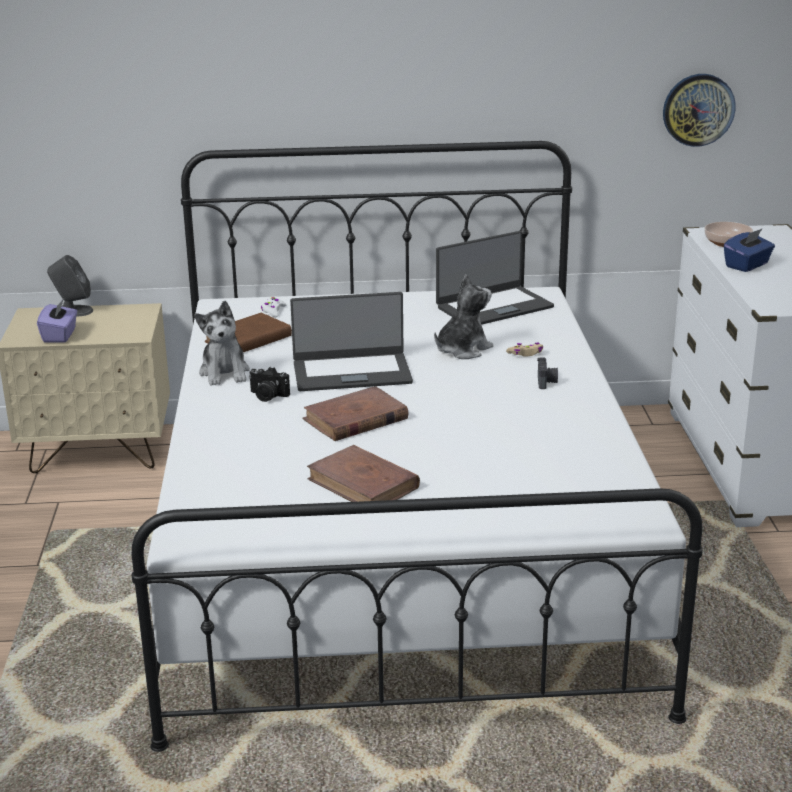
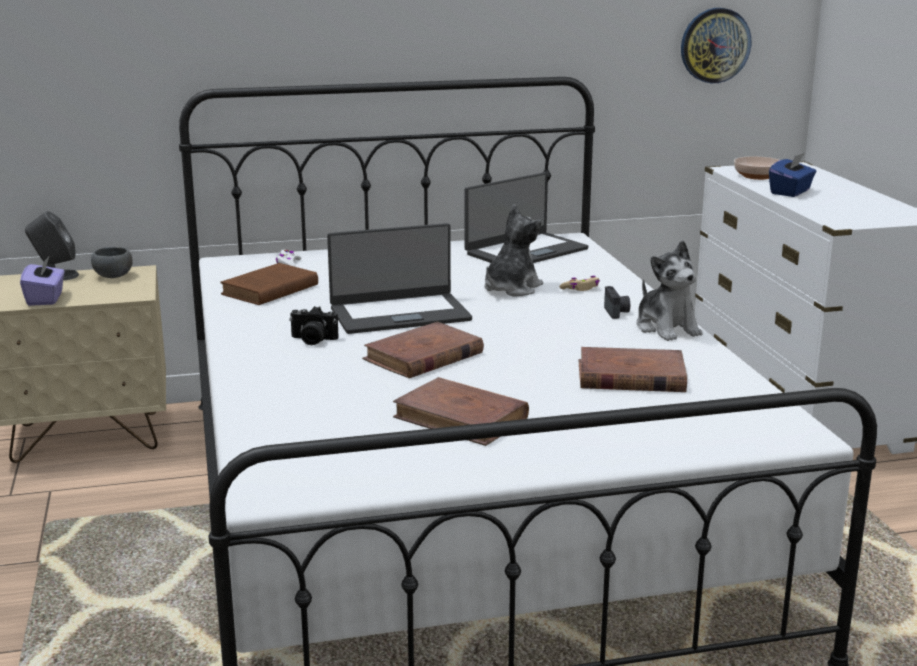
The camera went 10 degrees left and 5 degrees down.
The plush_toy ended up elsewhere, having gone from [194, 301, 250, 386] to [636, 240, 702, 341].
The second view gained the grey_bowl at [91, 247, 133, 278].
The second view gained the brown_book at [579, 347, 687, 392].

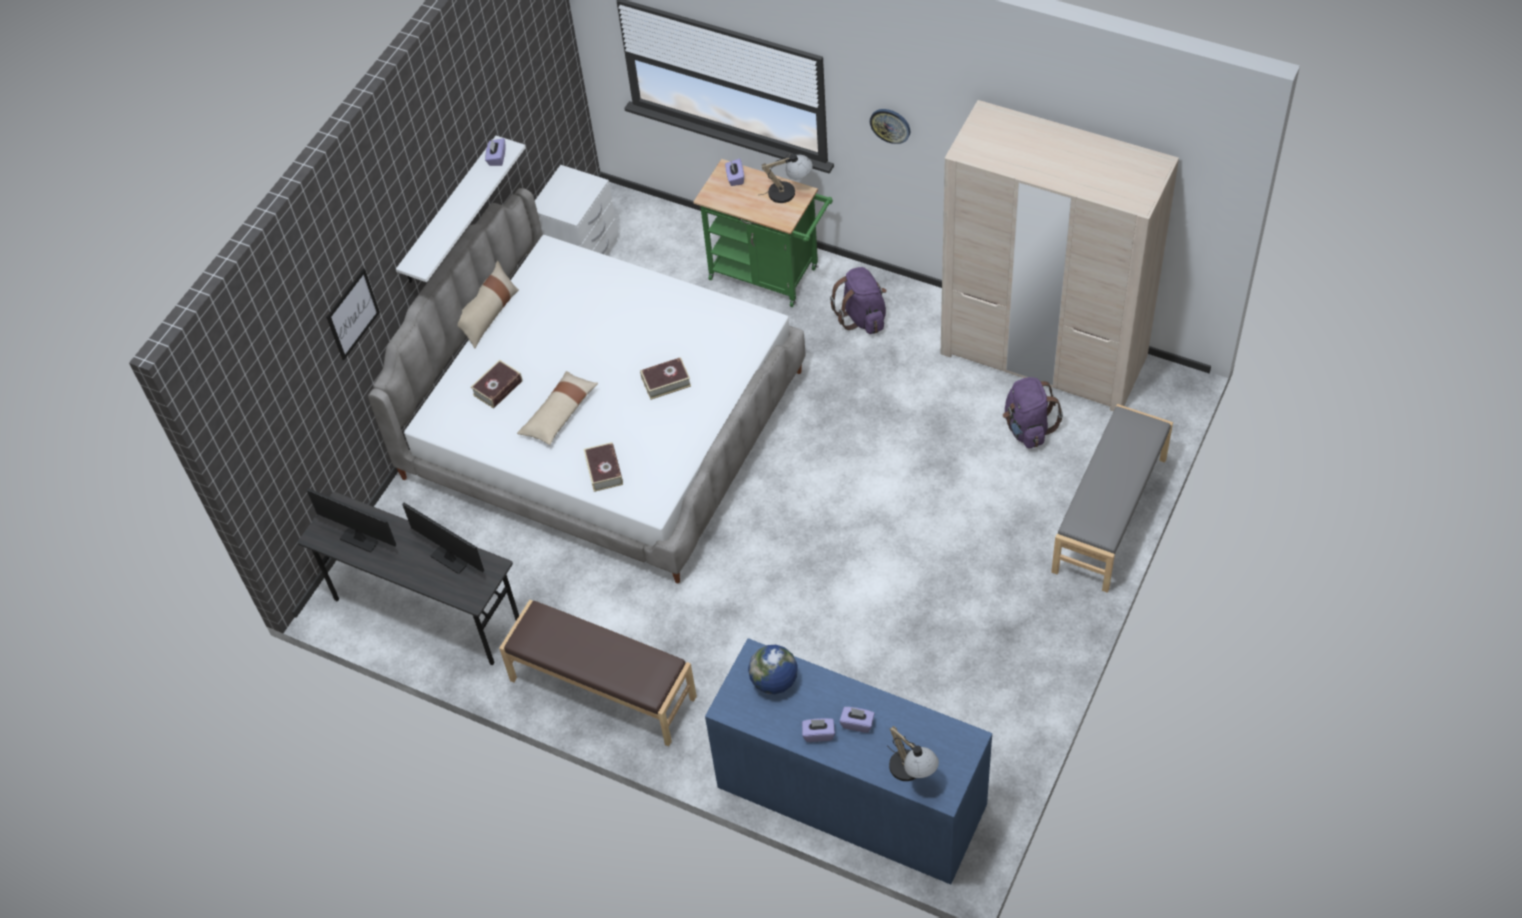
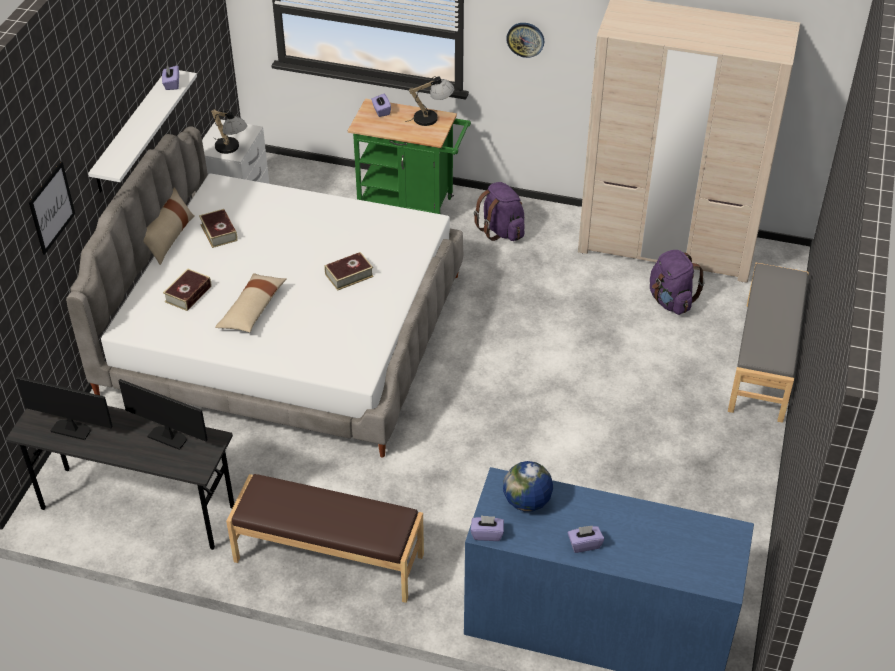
The camera went 15 degrees left and 10 degrees down.
The book ended up elsewhere, having gone from [583, 442, 623, 492] to [199, 209, 238, 248].
The purple_tissue_box ended up elsewhere, having gone from [839, 707, 875, 733] to [471, 515, 504, 541].
The table_lamp ended up elsewhere, having gone from [887, 726, 939, 781] to [211, 109, 247, 154].

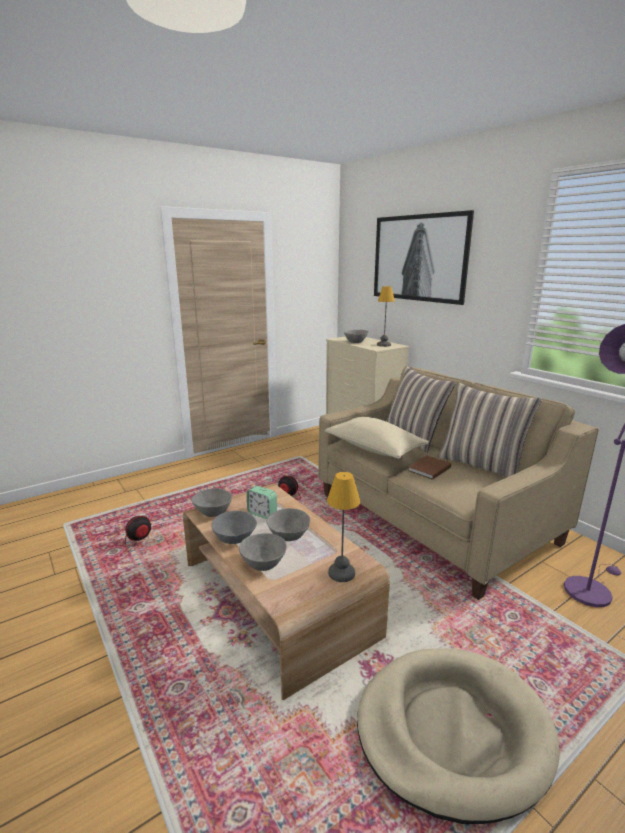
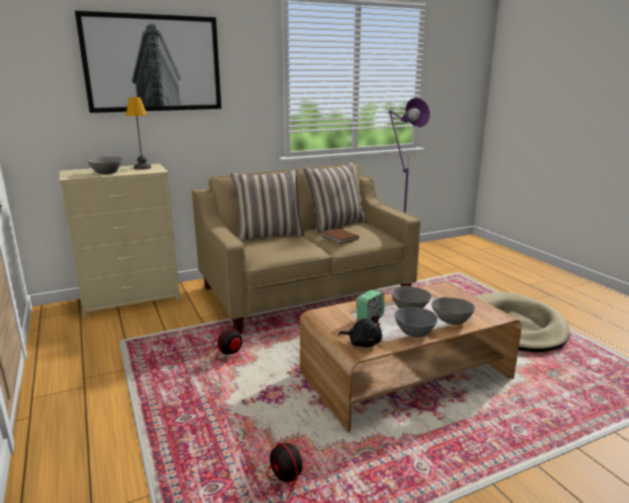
The camera went 80 degrees left and 0 degrees up.
Where the grey_bowl stood at [191, 488, 232, 517], the black_plush_toy came to stand at [339, 316, 382, 347].
The second view lost the beige_pillow at [325, 417, 429, 459].
The second view lost the table_lamp at [327, 472, 360, 582].

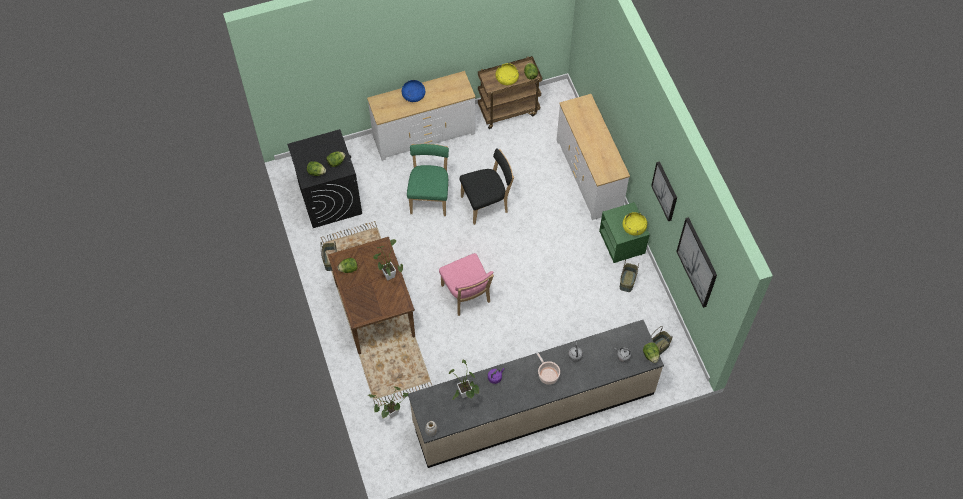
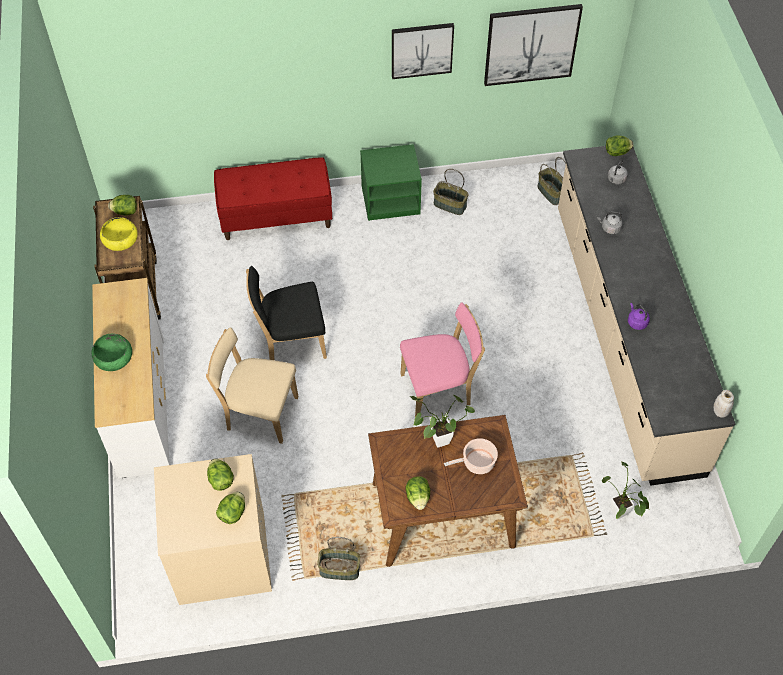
The camera went 80 degrees left and 5 degrees down.
What was the black_washing_machine at [287, 129, 362, 228] turned into the beige_washing_machine at [154, 454, 272, 605].
What was the blue_bowl at [402, 80, 425, 102] turned into the green_bowl at [92, 334, 132, 371].
What was the green_chair at [407, 144, 449, 216] turned into the beige_chair at [206, 327, 298, 444].
The second view lost the potted_plant at [449, 360, 479, 400].
The black_chair at [460, 148, 514, 225] ended up facing another way, 90 degrees counterclockwise from before.
The cooking_pot ended up elsewhere, having gone from [536, 351, 560, 385] to [444, 438, 498, 474].
Where the white_dresser stood at [557, 94, 630, 220], the red_bench came to stand at [214, 157, 332, 240].
The second view lost the yellow_bowl at [623, 212, 647, 236].

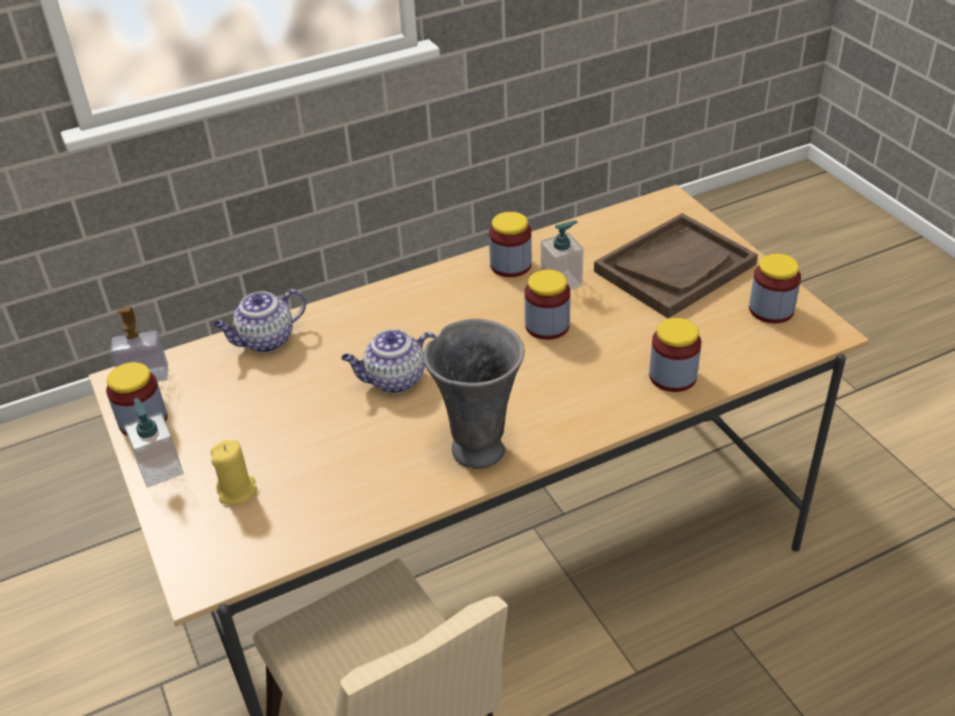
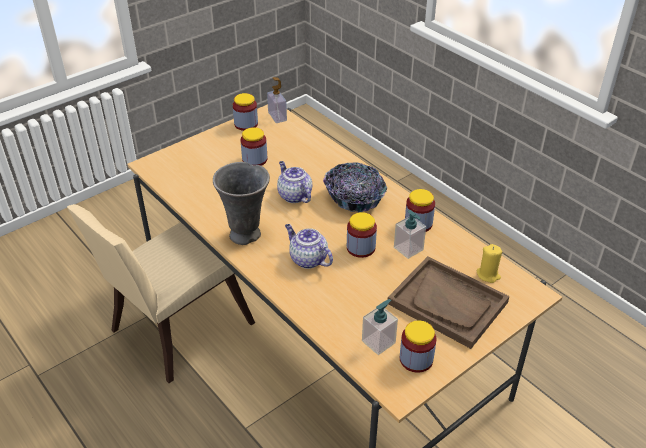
The camera went 75 degrees right and 0 degrees up.
The soap_dispenser ended up elsewhere, having gone from [124, 398, 183, 488] to [362, 299, 398, 355].
The yellow_candle ended up elsewhere, having gone from [211, 440, 258, 505] to [477, 244, 502, 283].
The teapot ended up elsewhere, having gone from [213, 289, 306, 353] to [285, 224, 333, 269].
The jar ended up elsewhere, having gone from [649, 318, 701, 392] to [241, 127, 267, 166].
The second view gained the bowl at [323, 162, 387, 212].

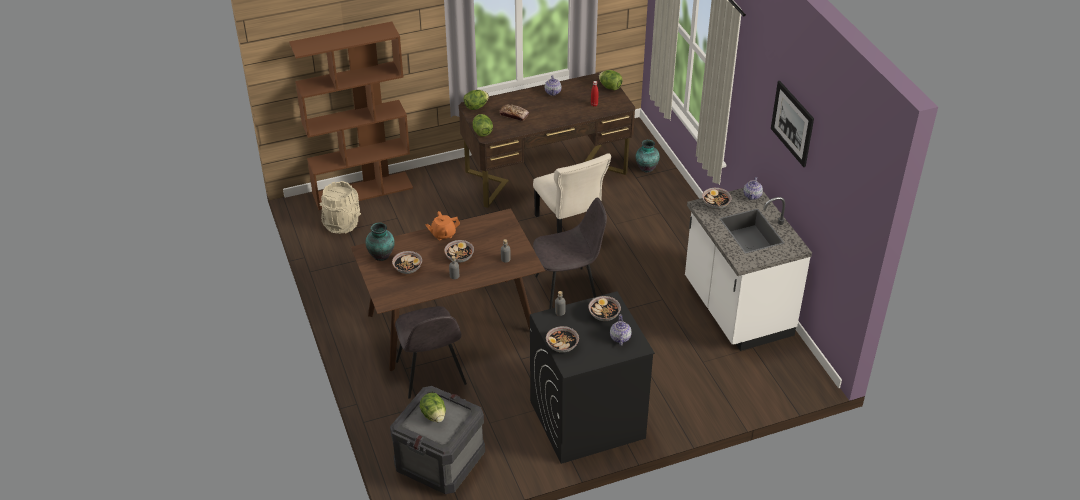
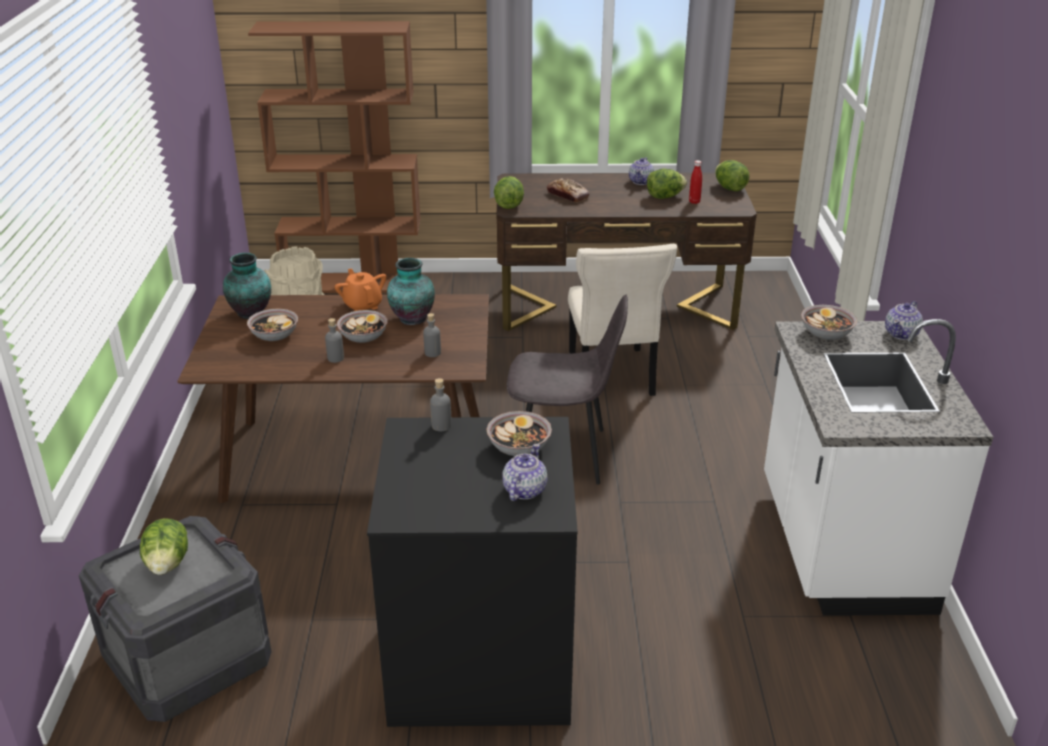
The camera went 20 degrees right and 10 degrees down.
The second view lost the grey_chair at [395, 306, 467, 399].
The orange_teapot at [425, 211, 460, 240] ended up facing another way, 60 degrees clockwise from before.
The lettuce ended up elsewhere, having gone from [464, 90, 489, 110] to [647, 169, 687, 199].
The second view lost the bowl at [546, 326, 579, 353].
The vase ended up elsewhere, having gone from [636, 140, 660, 173] to [387, 258, 435, 325].
The second view lost the picture at [771, 81, 814, 167].

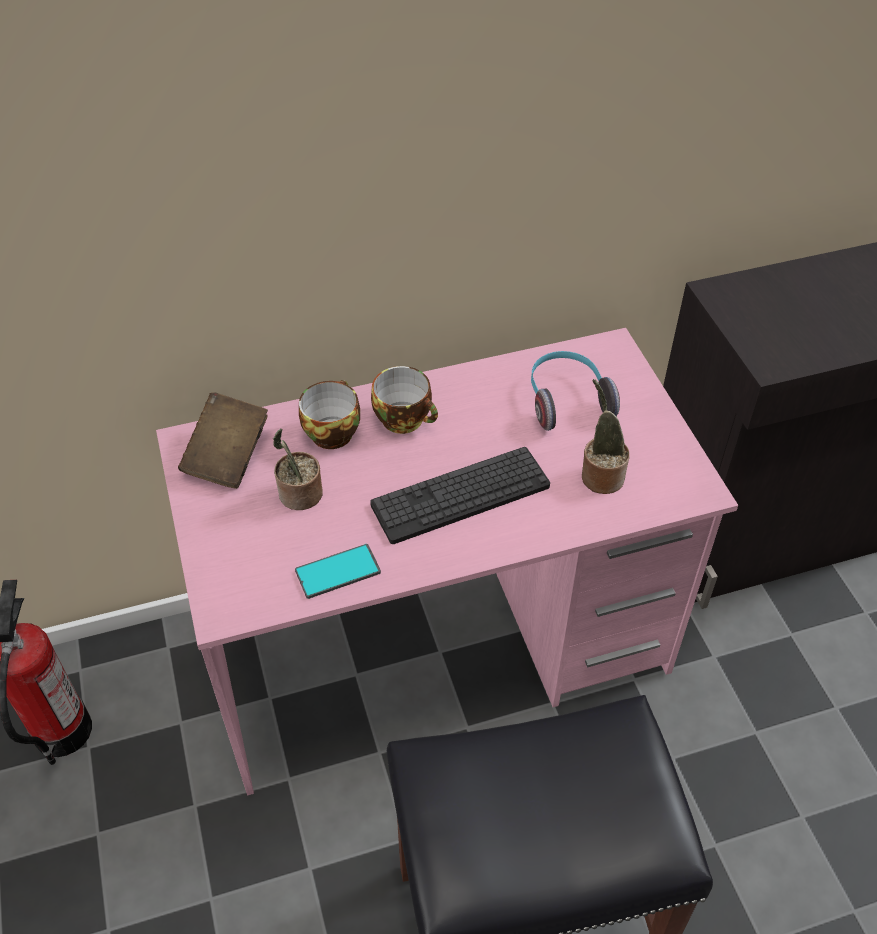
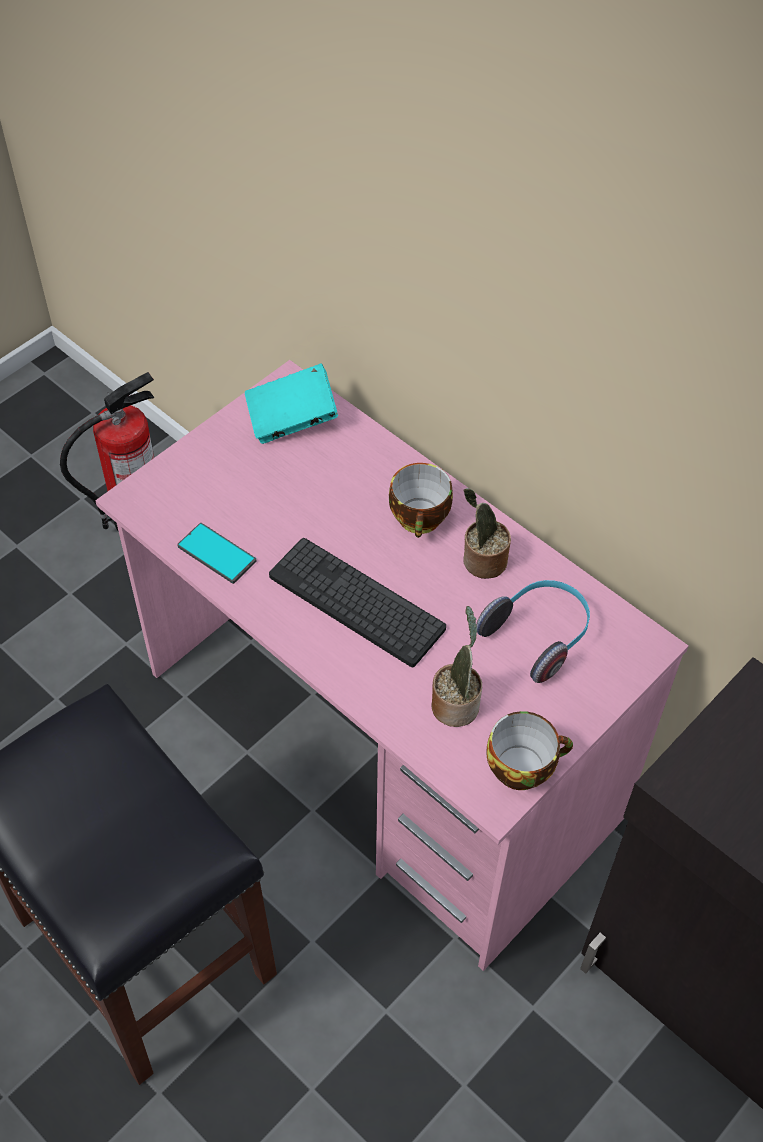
The camera went 60 degrees right and 5 degrees up.
What was the brown_book at [178, 392, 268, 489] turned into the turquoise_book at [245, 363, 338, 444].
The potted_plant ended up elsewhere, having gone from [273, 429, 323, 510] to [463, 488, 511, 579].
The cup ended up elsewhere, having gone from [299, 380, 360, 449] to [487, 711, 573, 790].

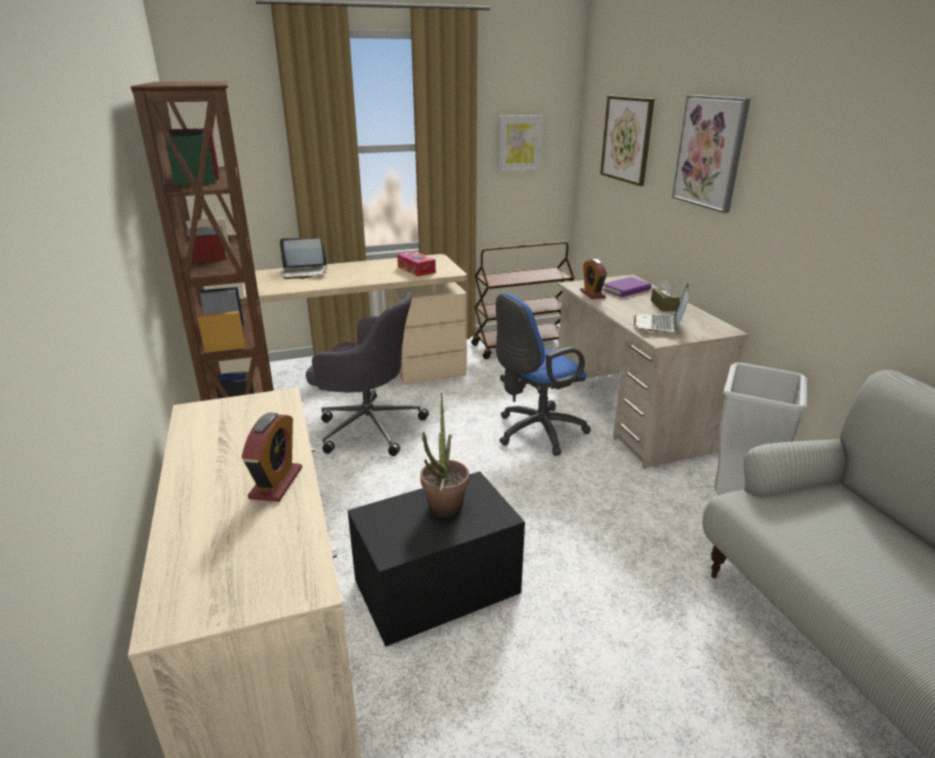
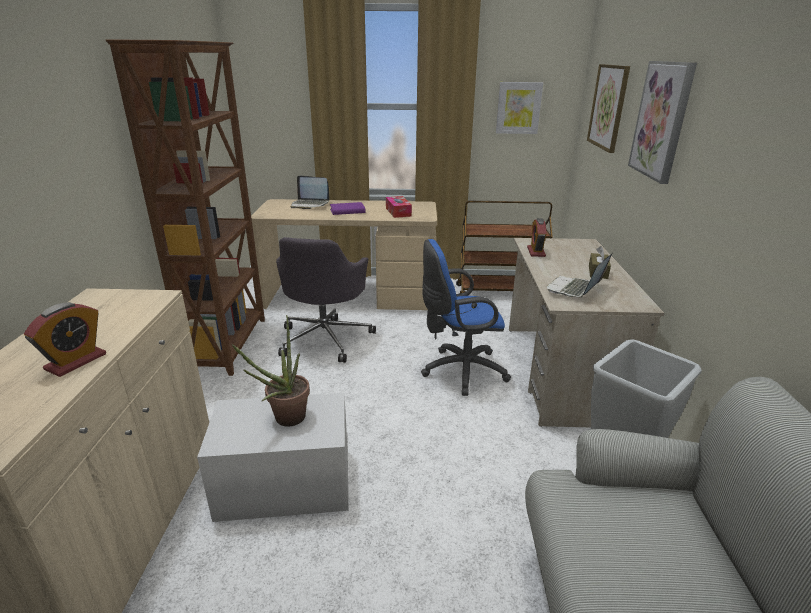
The camera went 20 degrees right and 0 degrees up.
The grey_office_chair at [306, 292, 429, 456] ended up facing another way, 60 degrees clockwise from before.
What was the black_storage_box at [348, 471, 525, 647] turned into the white_storage_box at [197, 393, 349, 522].
The purple_book ended up elsewhere, having gone from [602, 277, 651, 297] to [330, 202, 366, 215].

